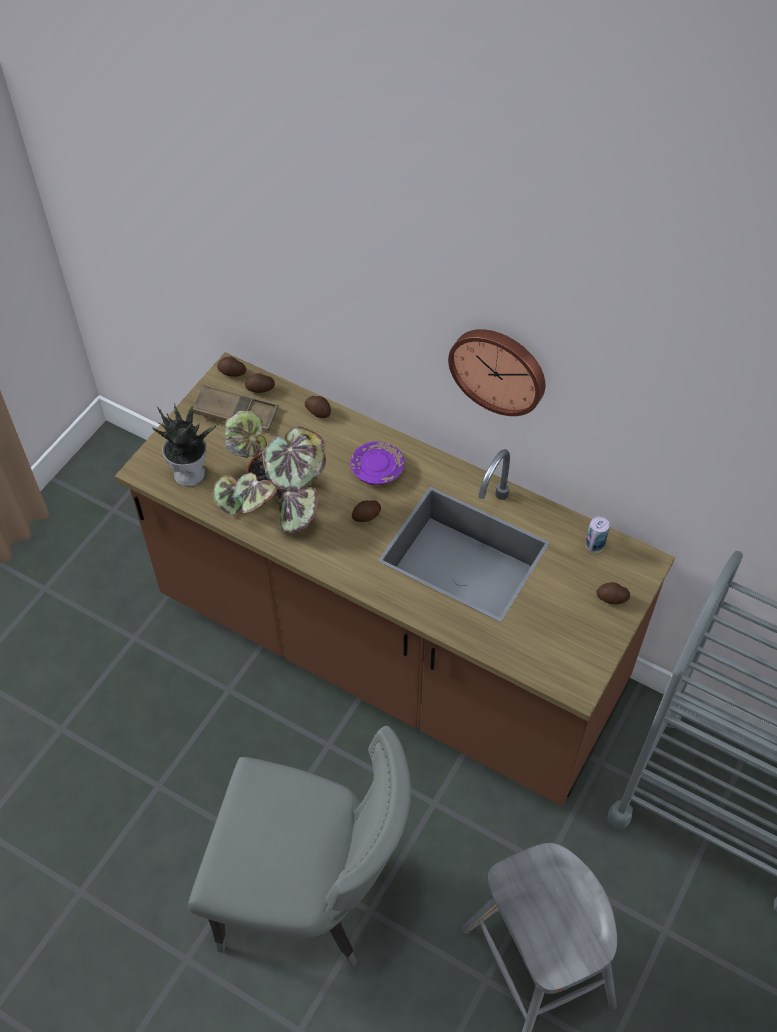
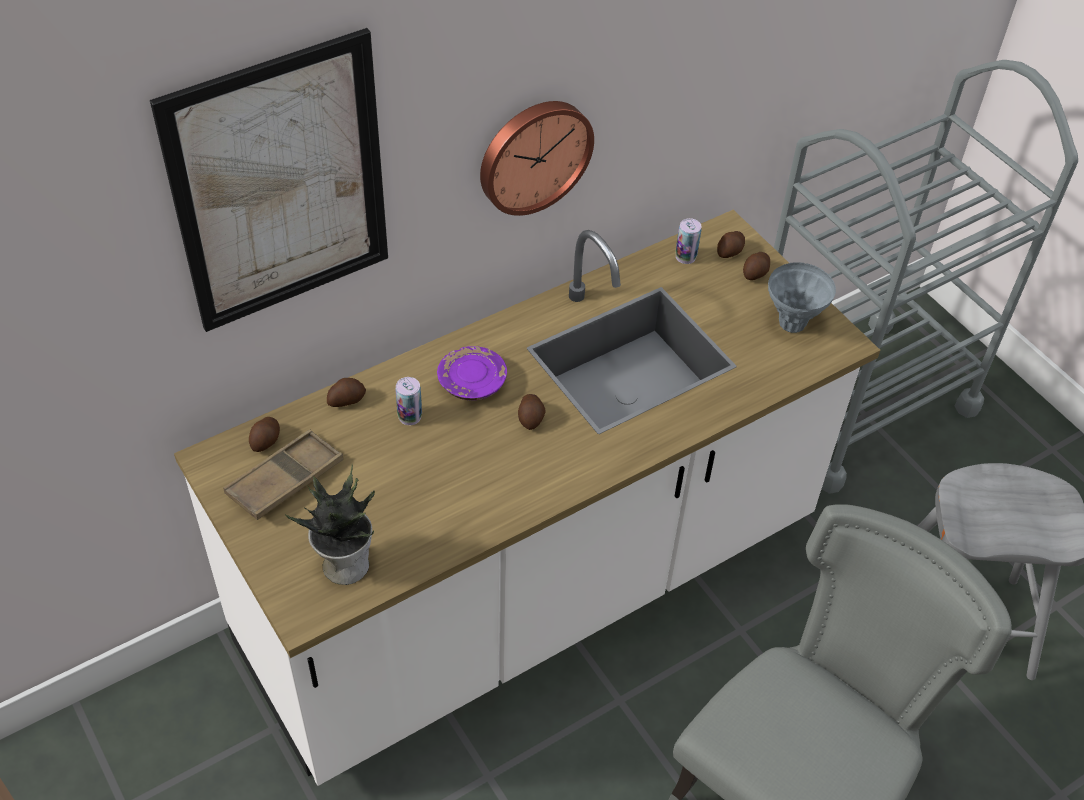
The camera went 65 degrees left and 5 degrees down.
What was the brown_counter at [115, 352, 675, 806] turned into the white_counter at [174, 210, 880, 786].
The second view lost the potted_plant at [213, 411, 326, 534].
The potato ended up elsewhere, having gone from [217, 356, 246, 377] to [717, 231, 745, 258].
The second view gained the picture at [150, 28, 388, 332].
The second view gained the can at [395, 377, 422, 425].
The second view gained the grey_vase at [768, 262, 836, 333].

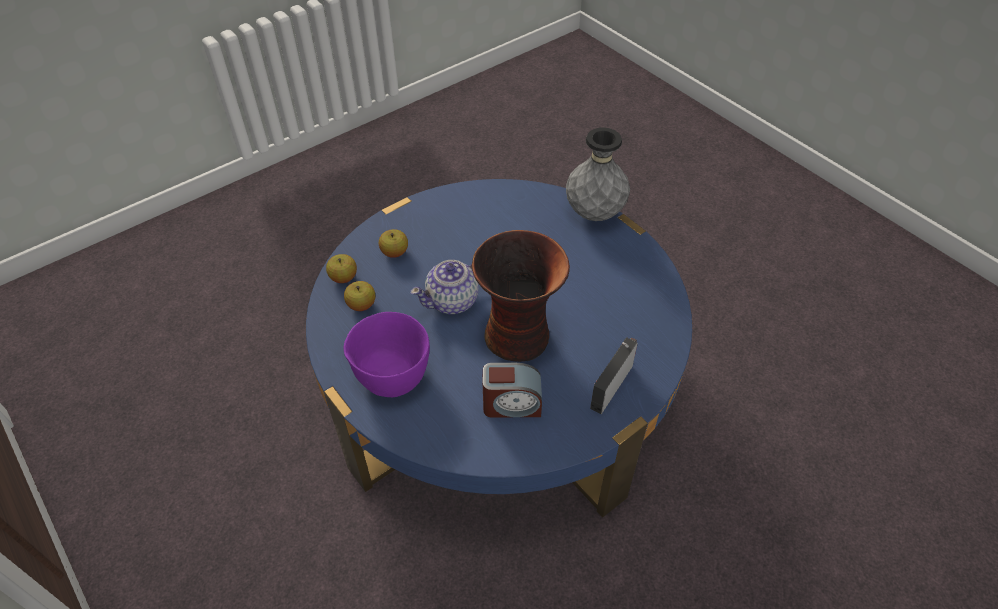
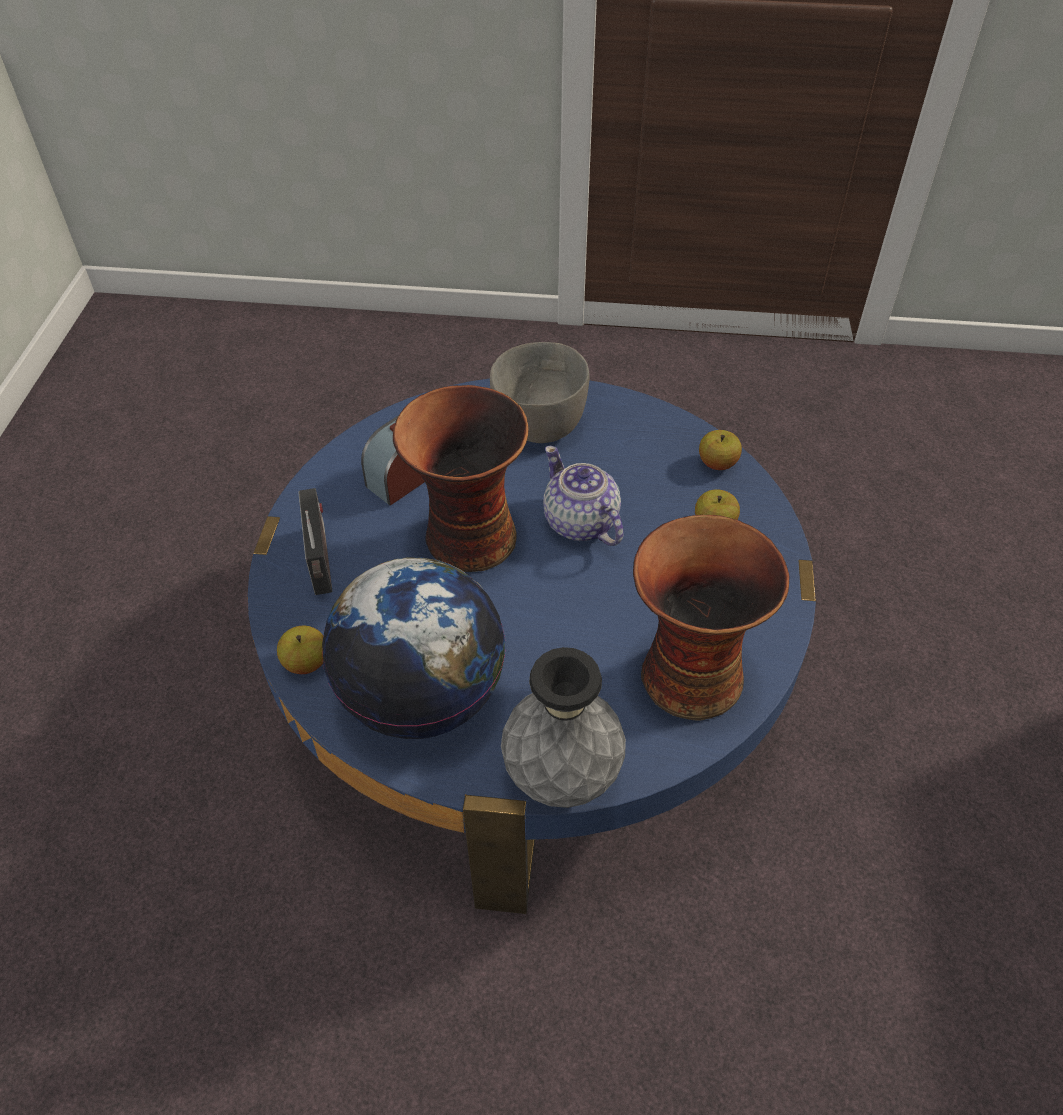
The camera went 135 degrees right and 0 degrees up.
The apple ended up elsewhere, having gone from [344, 281, 375, 311] to [277, 626, 324, 674].
What was the purple_bowl at [344, 312, 430, 397] turned into the grey_bowl at [490, 342, 590, 443].
The teapot at [410, 260, 479, 314] ended up facing another way, 45 degrees counterclockwise from before.
The second view gained the globe at [322, 557, 505, 739].
The second view gained the vase at [633, 515, 789, 720].

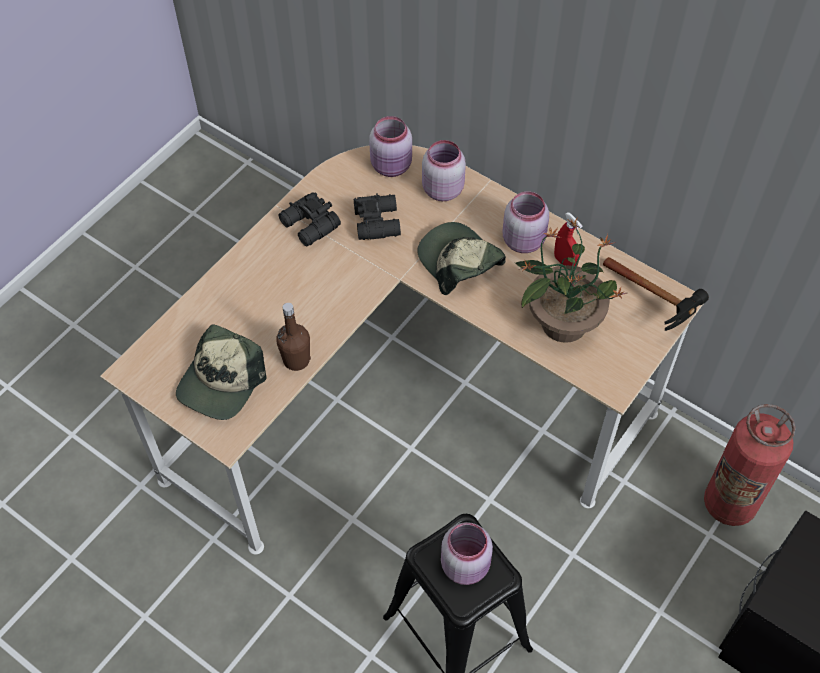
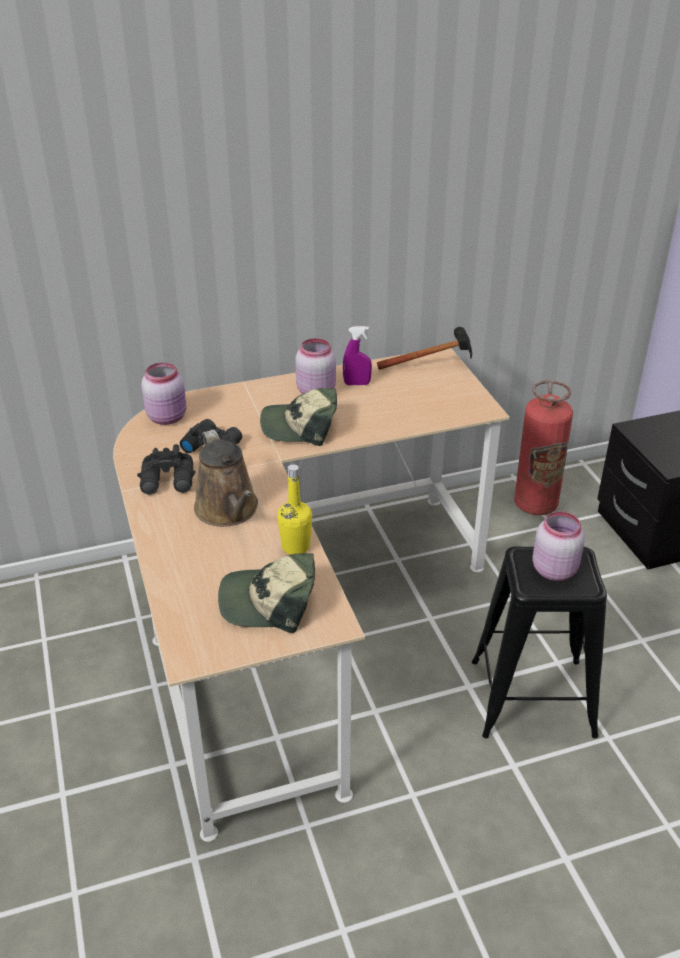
The camera went 55 degrees left and 20 degrees down.
The cap at [176, 325, 267, 420] ended up facing another way, 120 degrees clockwise from before.
What was the brown_bottle at [276, 303, 311, 371] turned into the yellow_bottle at [277, 464, 312, 555].
The second view lost the pink_jar at [422, 140, 466, 201].
The second view lost the potted_plant at [515, 219, 627, 343].
What was the red_spray_bottle at [554, 212, 582, 266] turned into the purple_spray_bottle at [343, 326, 372, 385].
The second view gained the brown_watering_can at [194, 429, 258, 527].

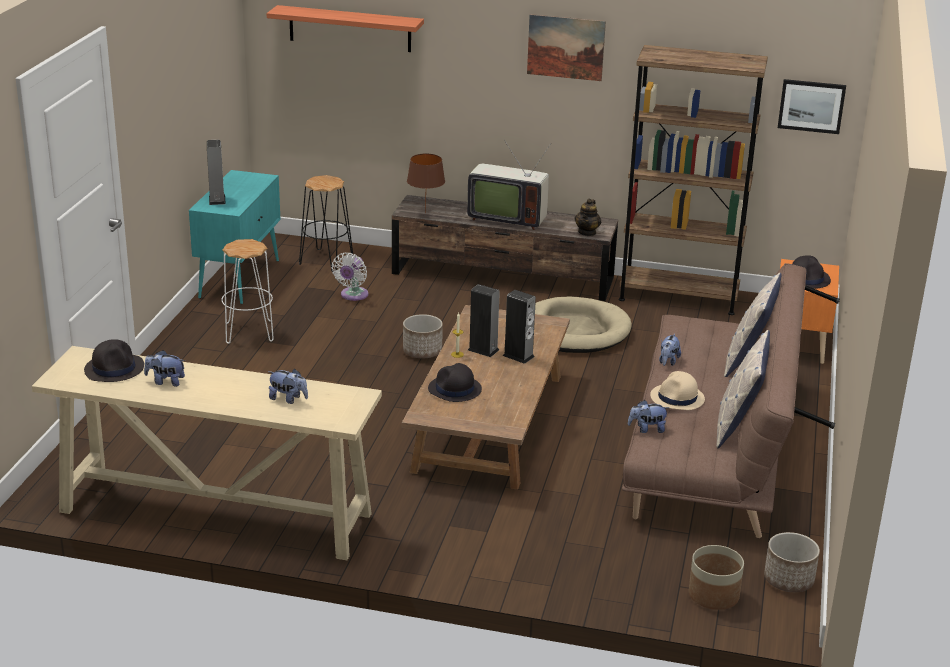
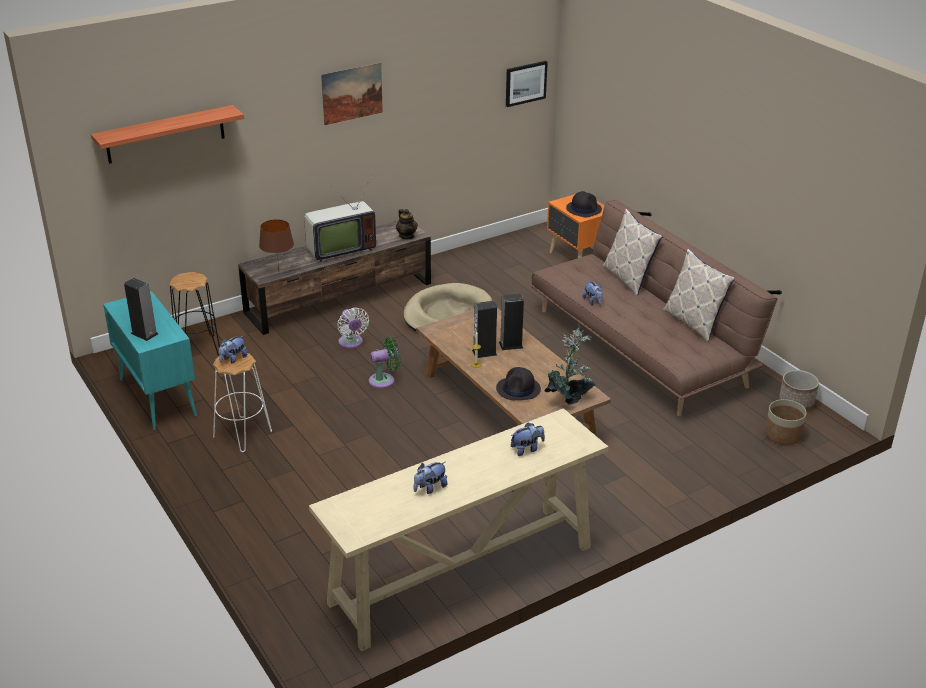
The camera went 45 degrees left and 5 degrees up.
The second view lost the black_hat at [84, 339, 144, 382].
The white_fan ended up elsewhere, having gone from [332, 253, 368, 301] to [337, 307, 369, 349].
Where the planter stood at [403, 314, 443, 358], the green_fan came to stand at [369, 337, 400, 389].
The second view lost the brown_bookcase at [619, 45, 768, 315].
The plush_toy ended up elsewhere, having gone from [628, 400, 669, 433] to [219, 336, 247, 364].
The second view lost the beige_hat at [650, 371, 705, 410].
The second view gained the potted_plant at [544, 327, 596, 405].

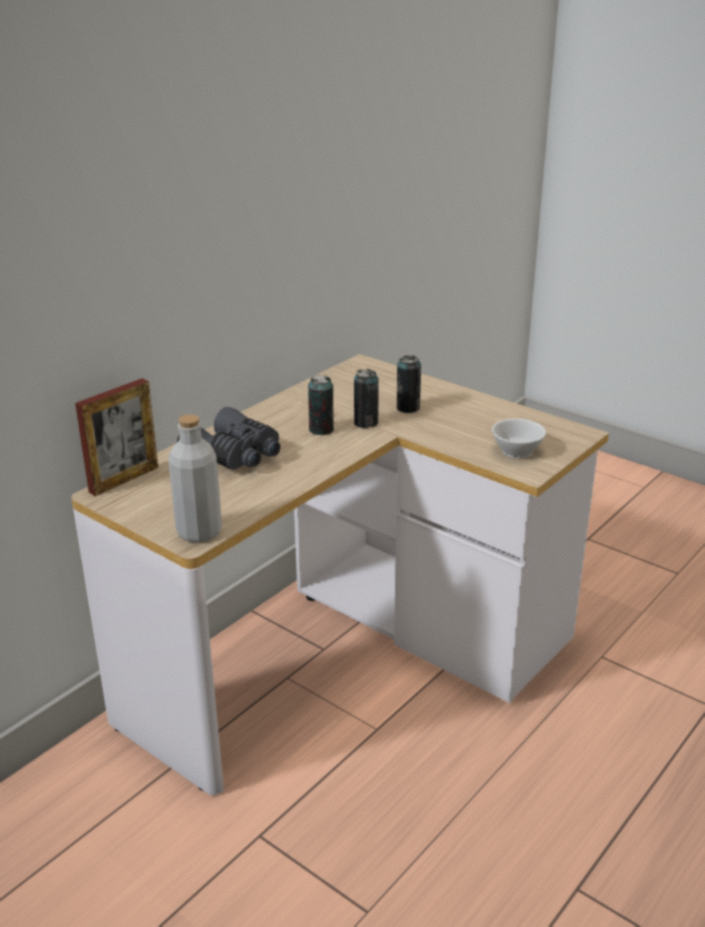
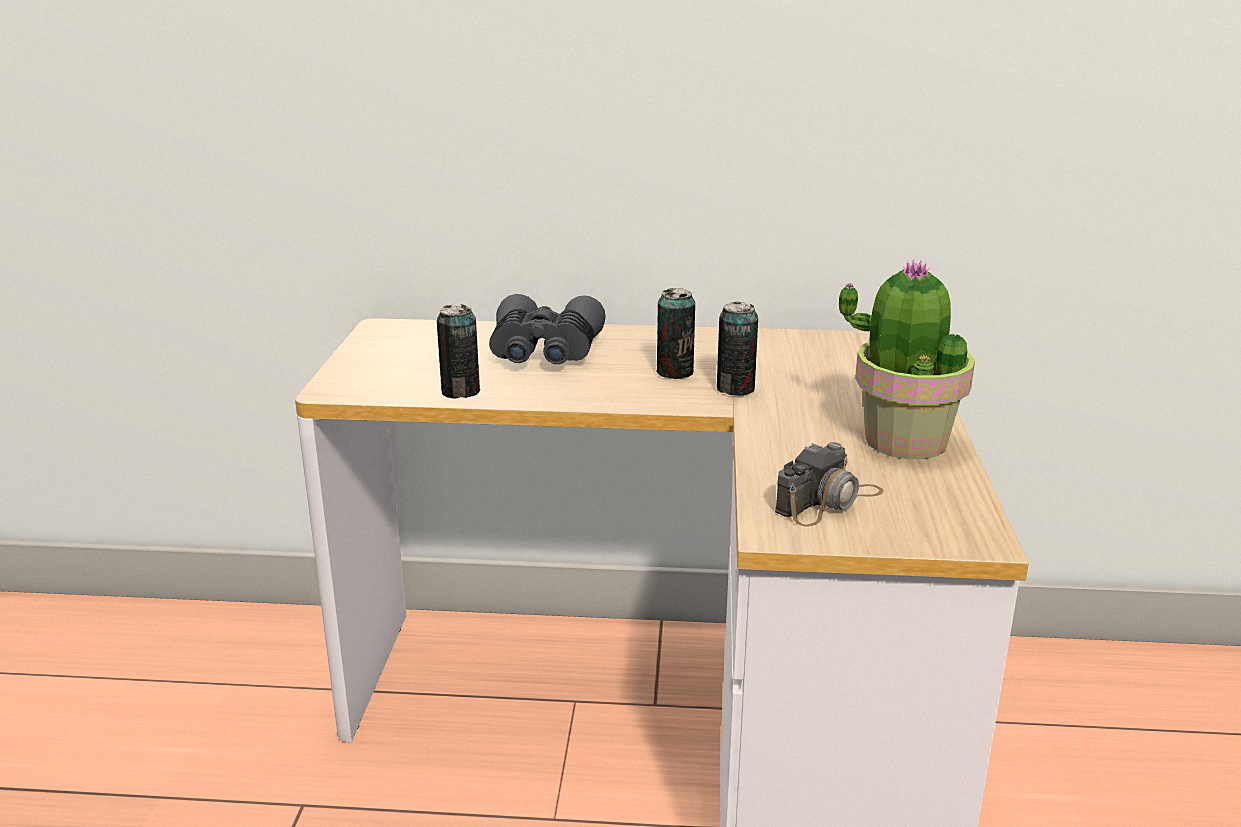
The camera went 55 degrees right and 5 degrees down.
The second view lost the picture_frame at [75, 378, 158, 496].
The second view lost the grey_bottle at [168, 414, 222, 543].
The can ended up elsewhere, having gone from [397, 355, 422, 413] to [437, 304, 480, 398].
Where the white_cup stood at [492, 418, 546, 458], the photo_camera came to stand at [775, 442, 884, 526].
The second view gained the potted_plant at [839, 259, 975, 459].

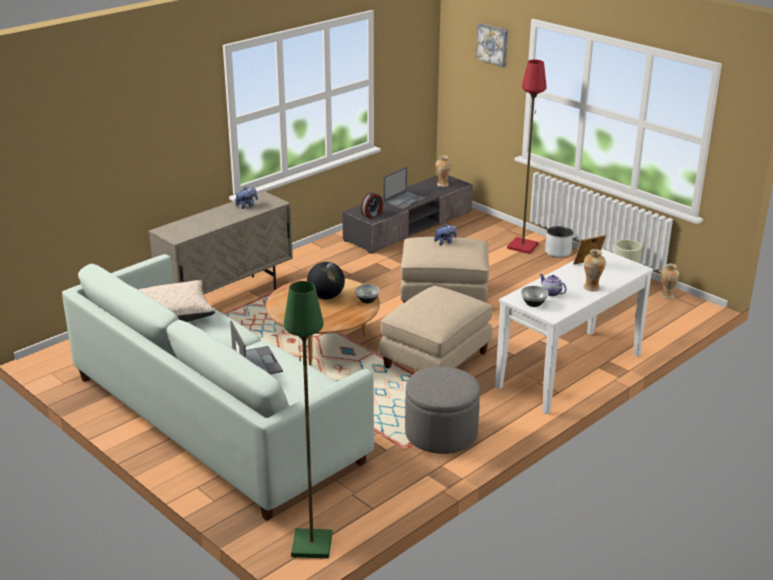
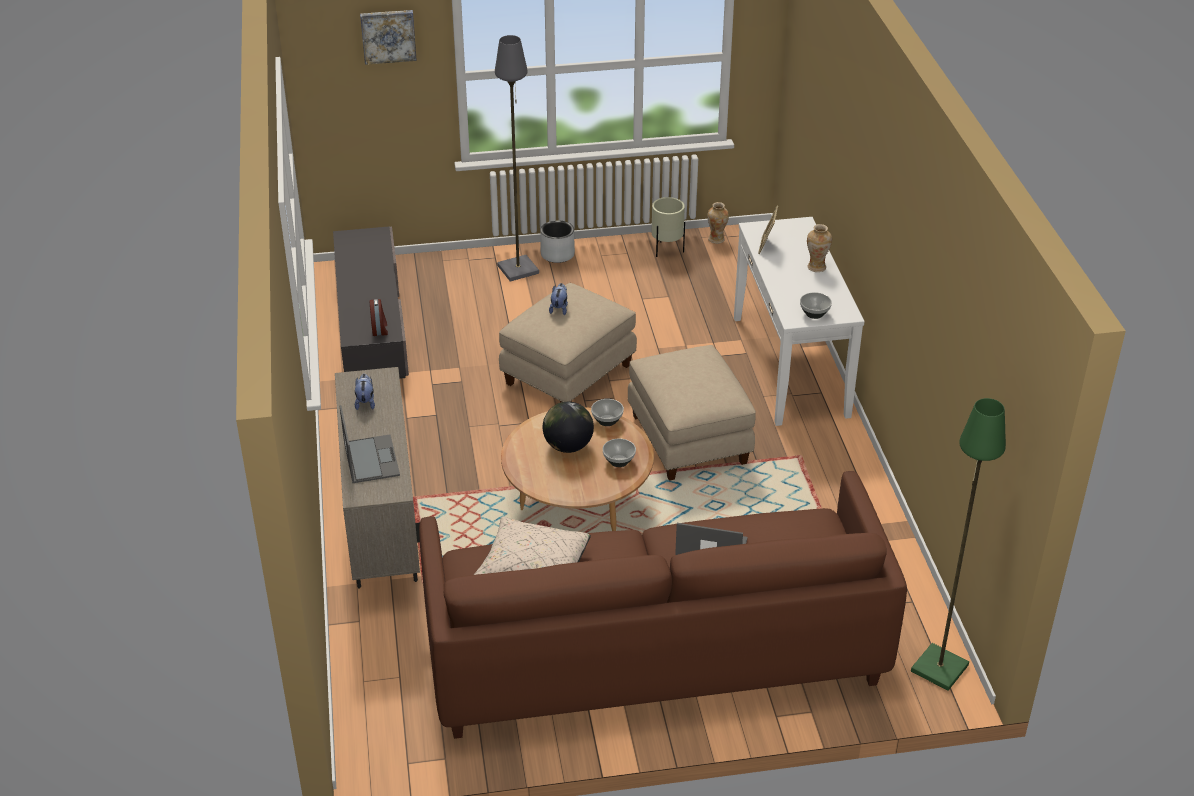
The camera went 55 degrees left and 10 degrees up.
What was the white_sofa at [62, 254, 374, 521] turned into the brown_sofa at [419, 471, 907, 739].
The laptop ended up elsewhere, having gone from [383, 167, 427, 210] to [340, 405, 400, 483].
The second view lost the grey_ottoman at [405, 367, 480, 454].
The second view lost the vase at [435, 156, 451, 187].
What was the red_floor_lamp at [507, 60, 547, 254] turned into the grey_floor_lamp at [495, 35, 539, 281].
The second view lost the teapot at [539, 274, 566, 296].
The second view gained the bowl at [603, 438, 636, 467].

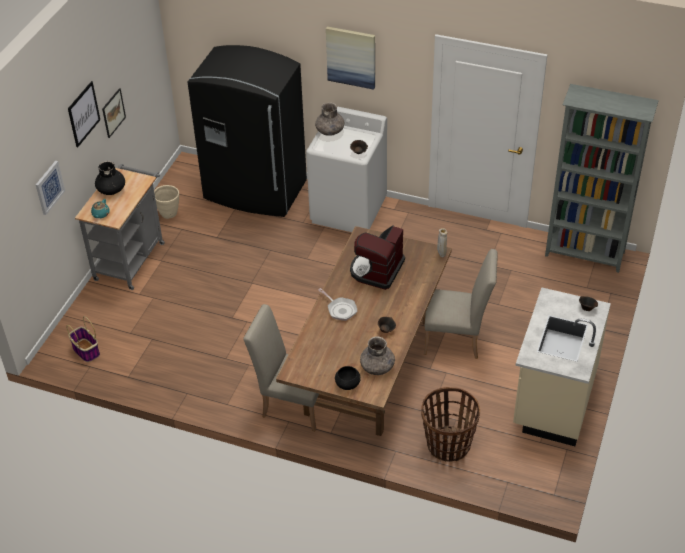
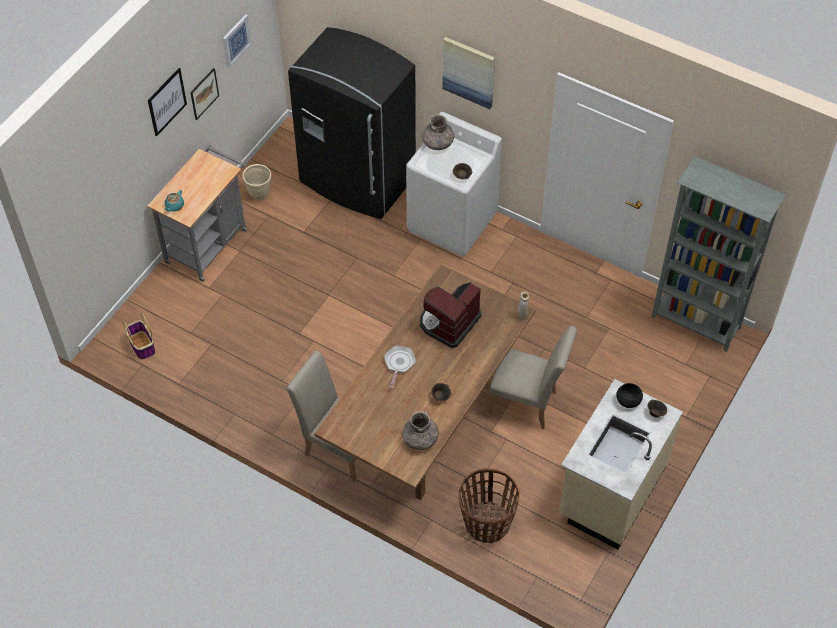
The camera went 10 degrees right and 10 degrees up.
The picture ended up elsewhere, having gone from [36, 161, 65, 215] to [223, 14, 252, 68].
The second view lost the black_vase at [95, 161, 125, 195].
The frying_pan at [318, 288, 357, 321] ended up facing another way, 135 degrees counterclockwise from before.
The black_bowl ended up elsewhere, having gone from [335, 366, 361, 390] to [616, 383, 643, 408].

